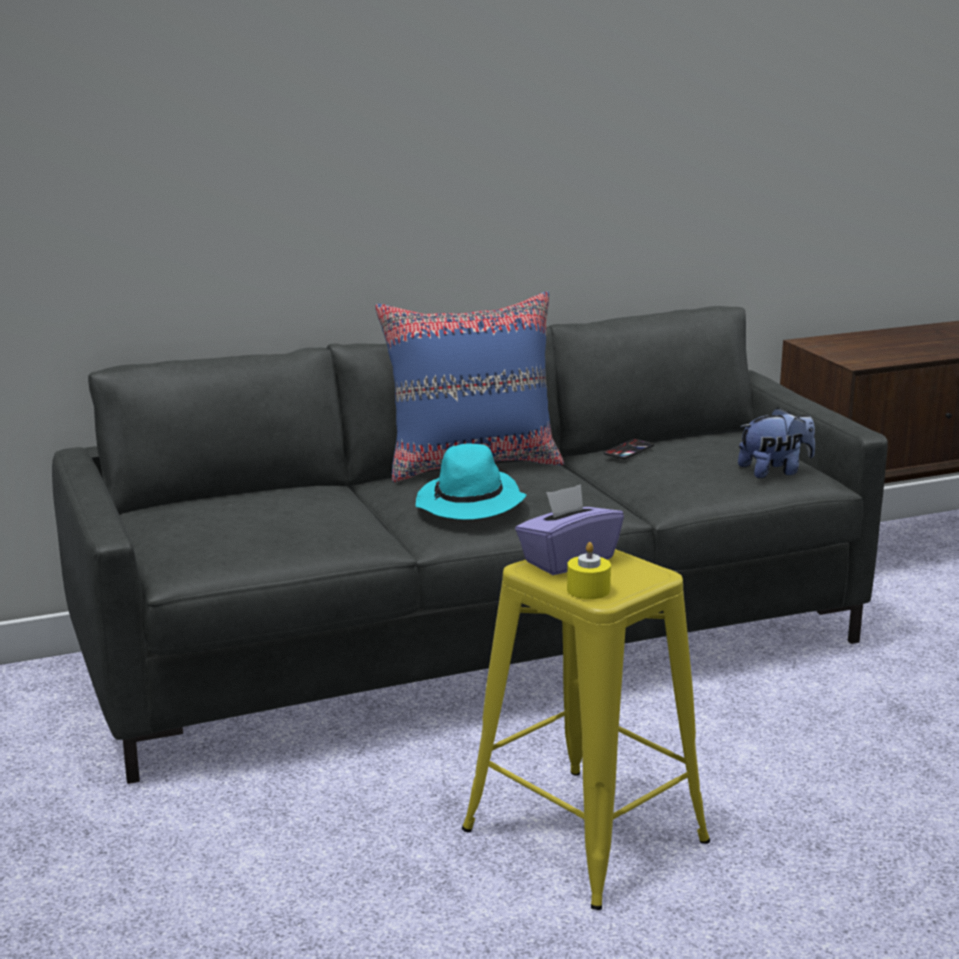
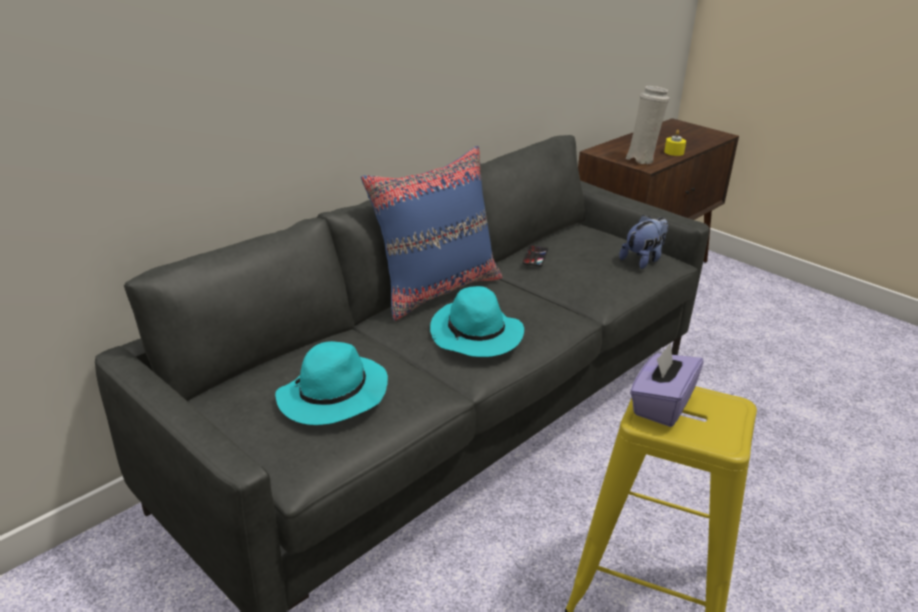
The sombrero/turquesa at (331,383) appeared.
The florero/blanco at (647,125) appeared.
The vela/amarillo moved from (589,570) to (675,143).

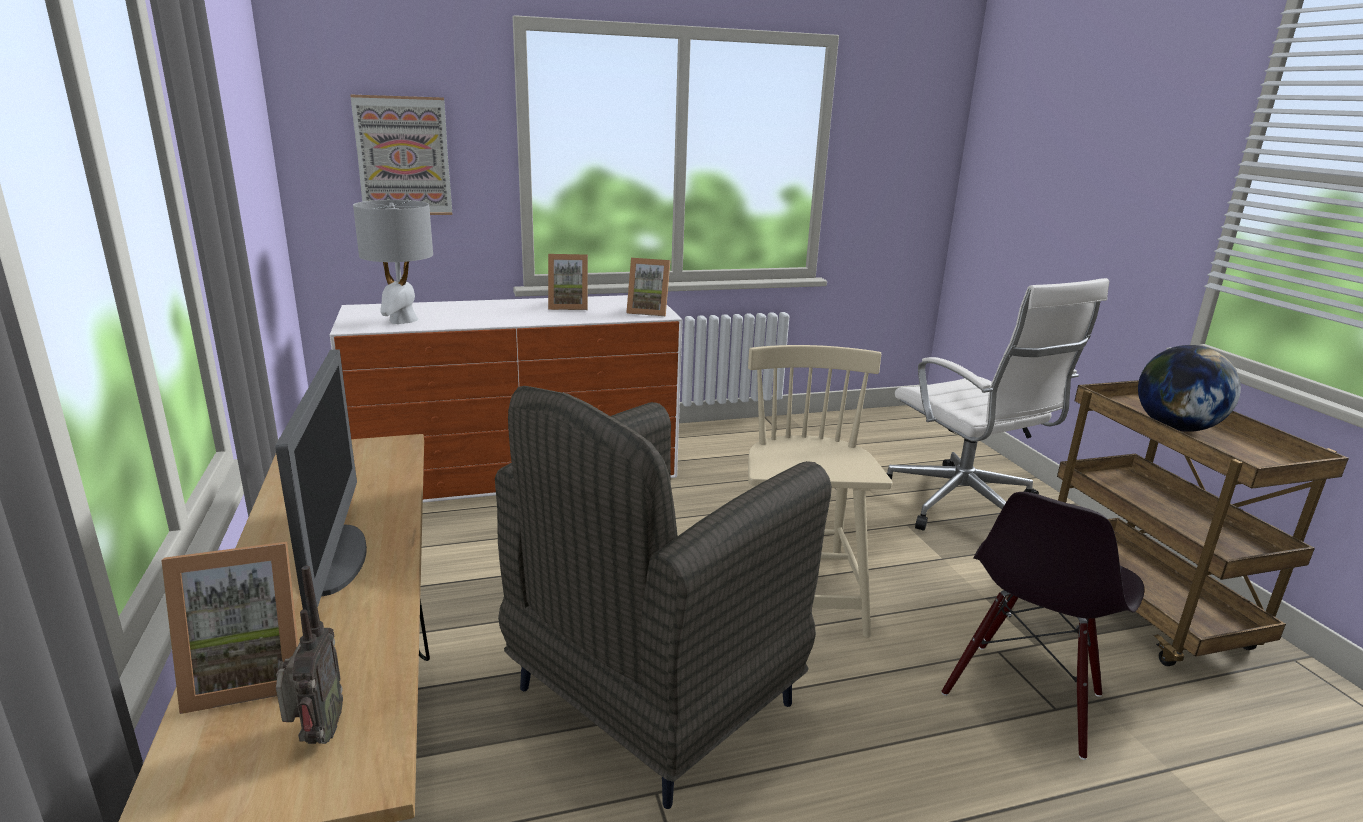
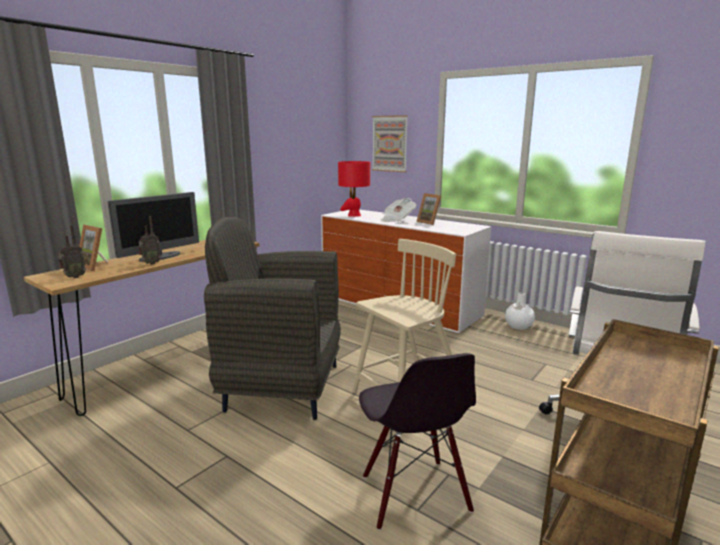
The portarretratos at (648,287) disappeared.
The globo terráqueo at (1189,388) disappeared.
The radio at (149,240) appeared.
The periódico at (398,210) appeared.
The florero/blanco at (520,311) appeared.
The lámpara de mesa/gris at (393,262) became the lámpara de mesa/rojo at (354,189).
The silla/negro at (1043,626) turned 105 degrees counterclockwise.

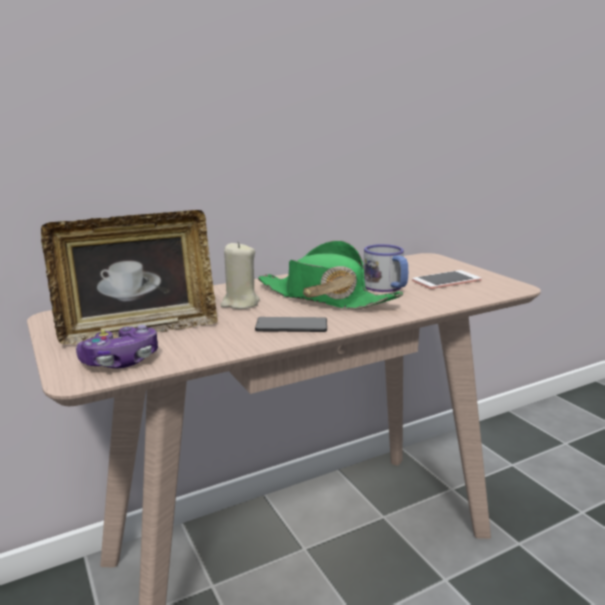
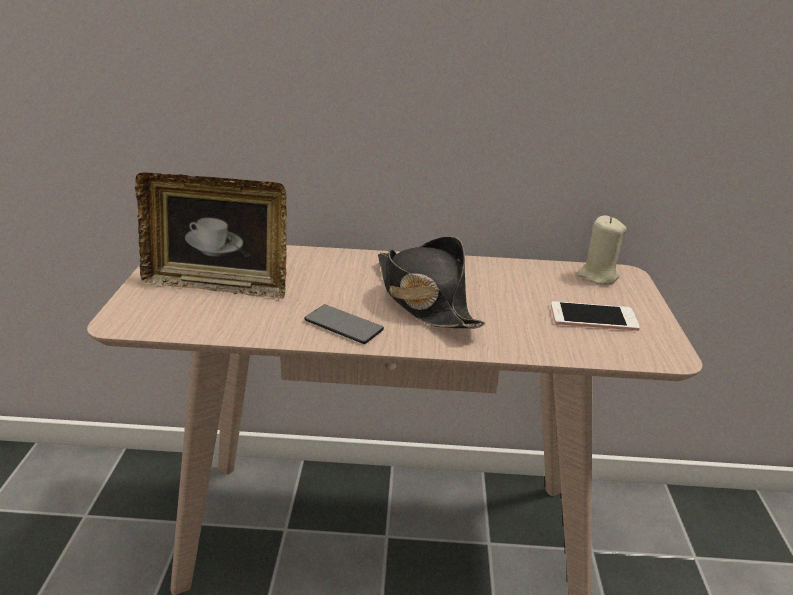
The mando de consola at (117,347) disappeared.
The taza grande at (385,268) disappeared.
The vela/beis moved from (240,275) to (602,250).
The sombrero/verde at (330,274) became the sombrero/negro at (431,282).

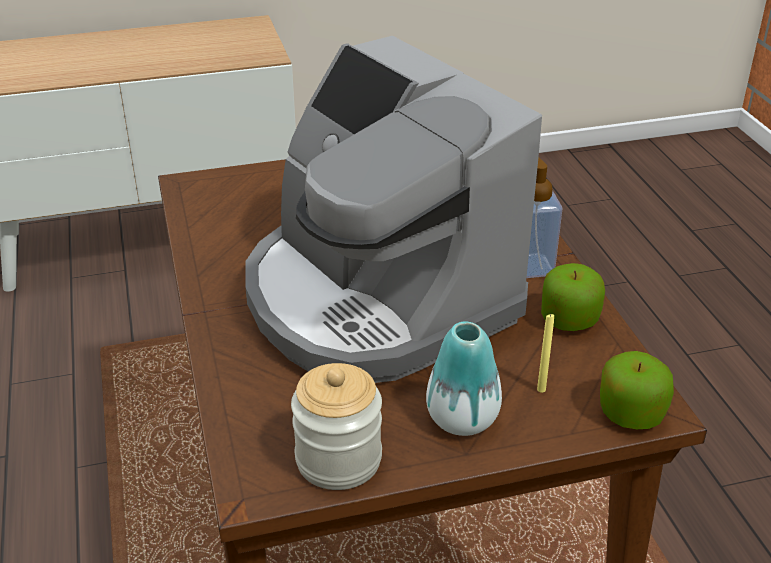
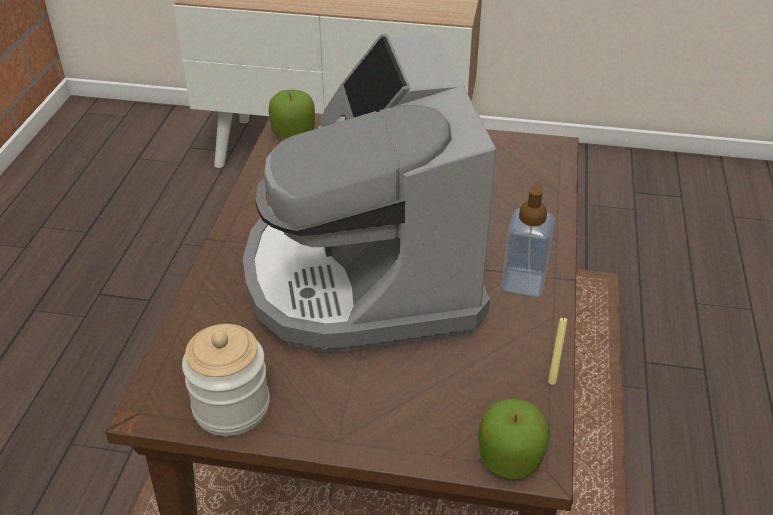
The florero at (464,378) disappeared.
The vela/amarillo moved from (545,353) to (557,351).
The manzana moved from (573,297) to (292,114).

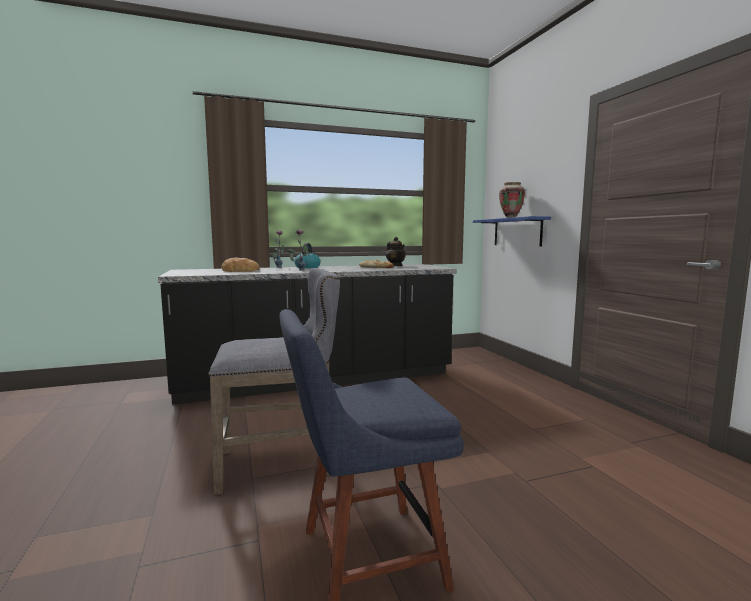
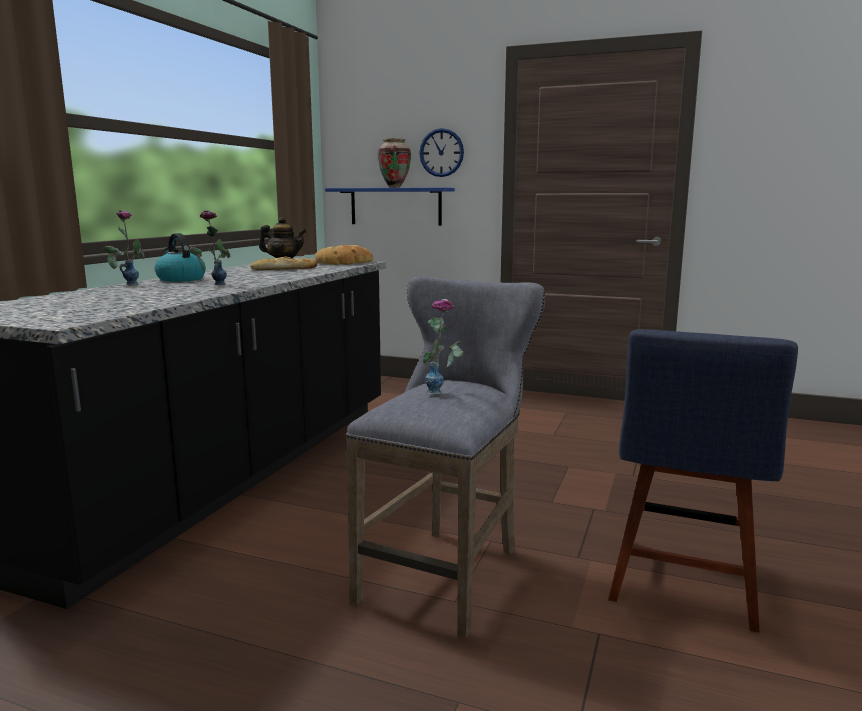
The reloj de pared at (441,152) appeared.
The florero at (443,347) appeared.
The pan moved from (240,265) to (343,255).

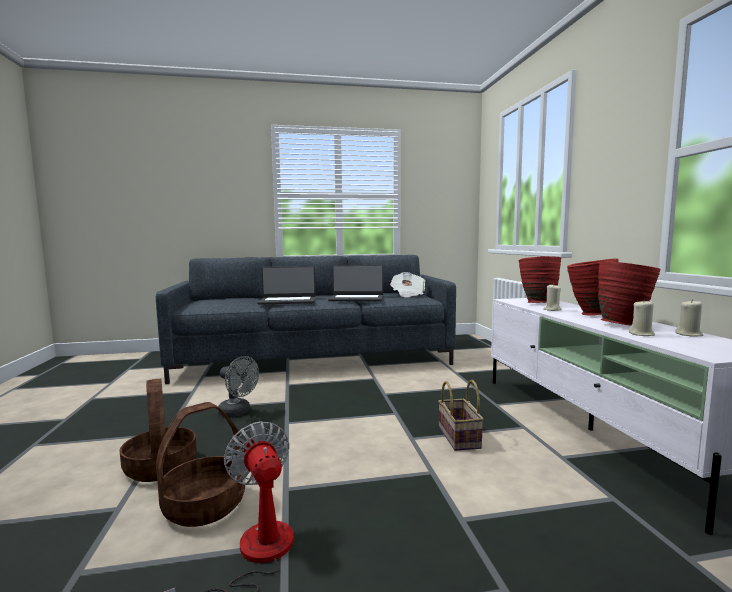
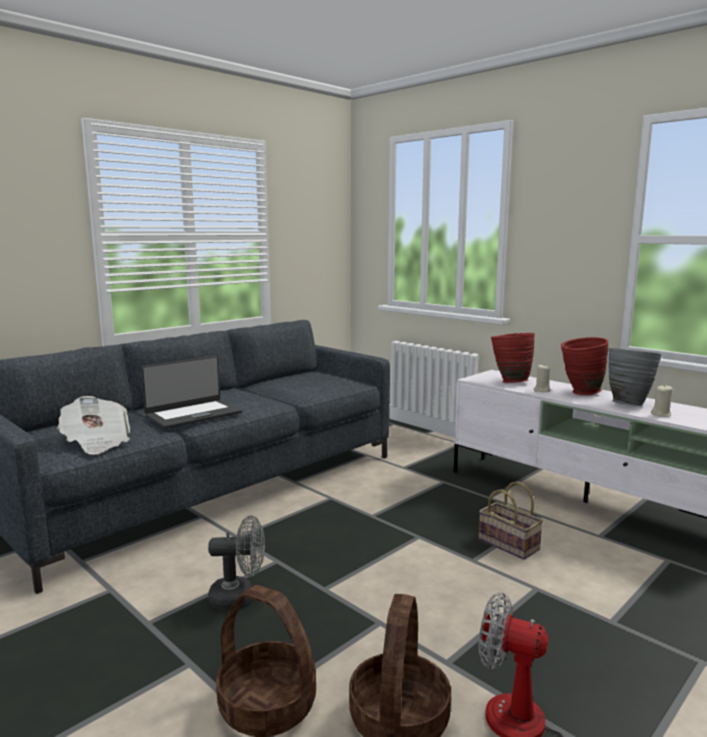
The portátil at (355,283) disappeared.
The vela/beis at (689,318) disappeared.
The periódico moved from (407,284) to (93,425).
The florero/rojo at (629,293) became the florero/gris at (635,376).

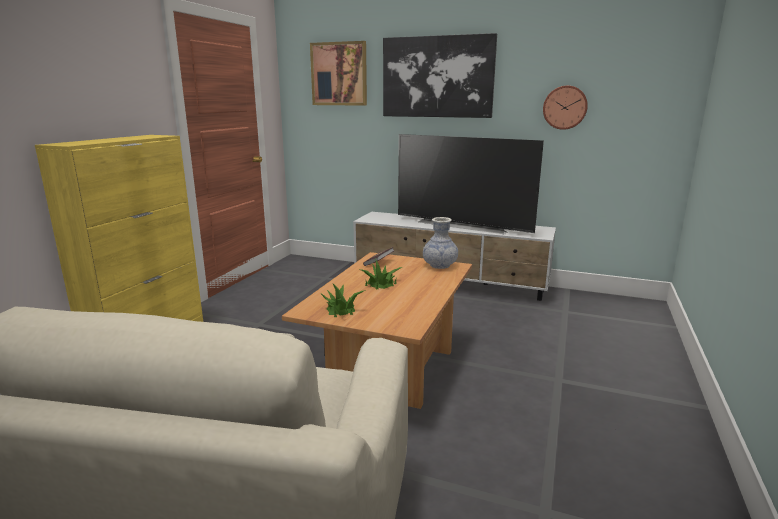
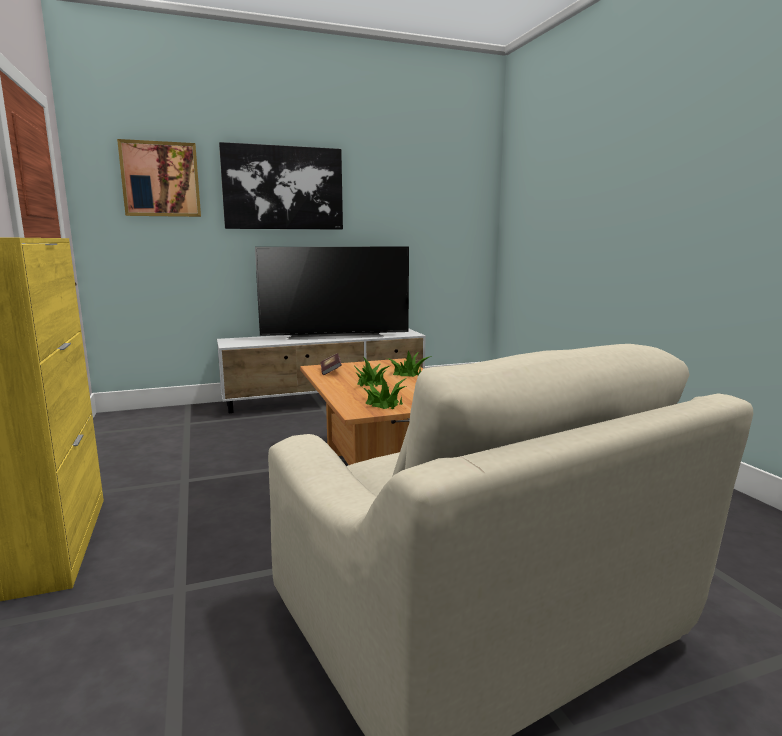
The florero at (440,243) disappeared.
The reloj de pared at (565,108) disappeared.
The planta en maceta at (409,363) appeared.

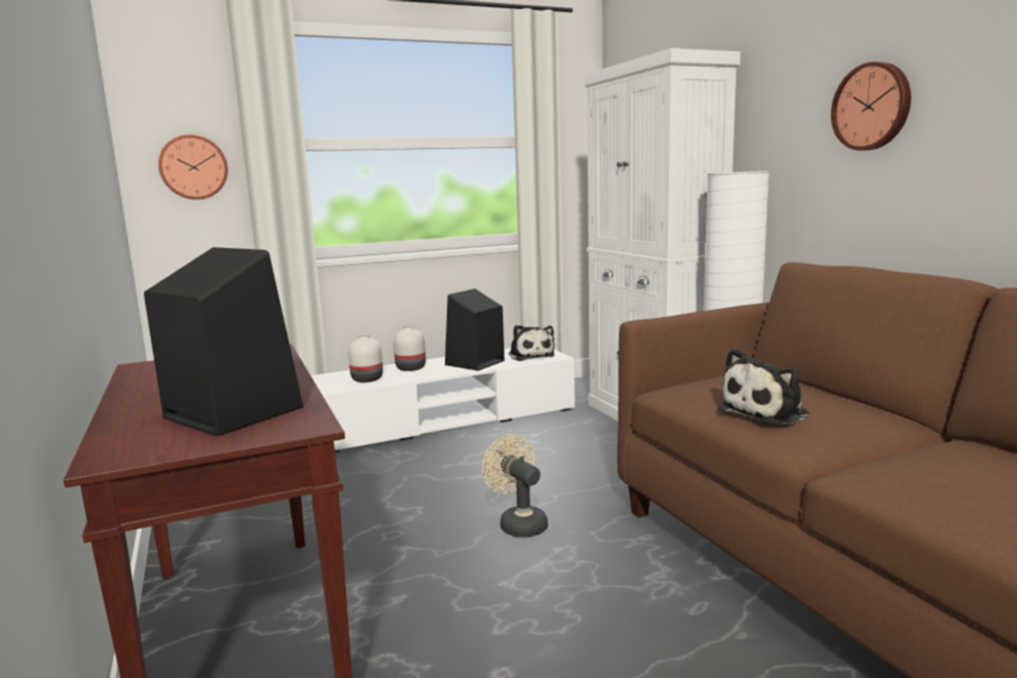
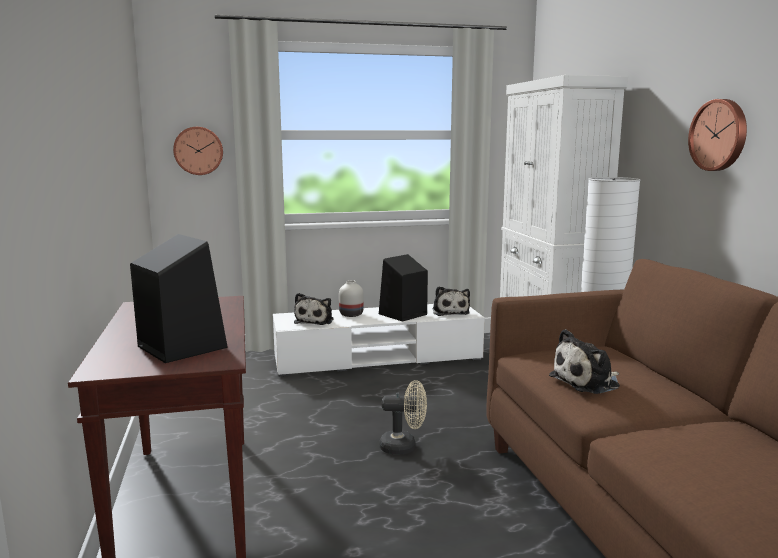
The florero/blanco at (365,358) was replaced by the peluche at (313,309).
The ventilador/beis at (515,486) turned 120 degrees clockwise.

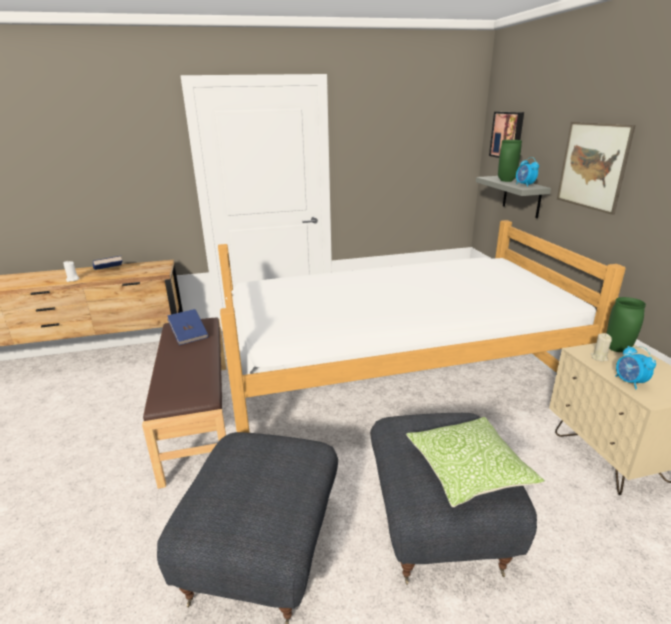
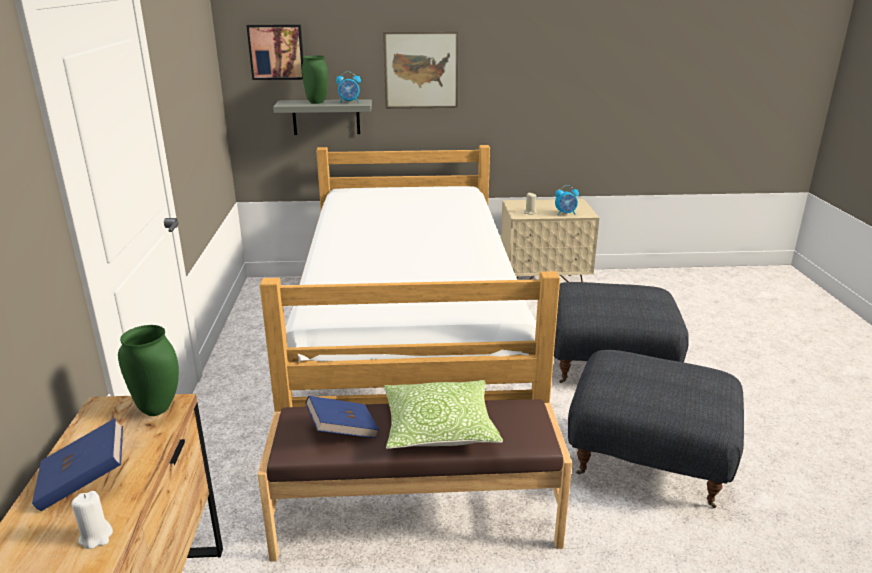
The cojín moved from (475,462) to (443,414).
The florero/verde moved from (626,324) to (148,370).

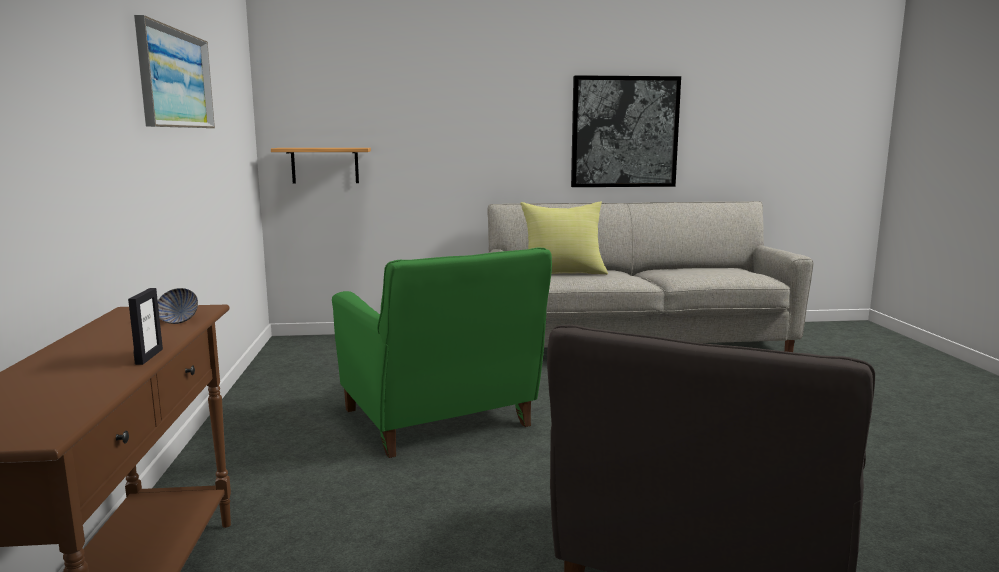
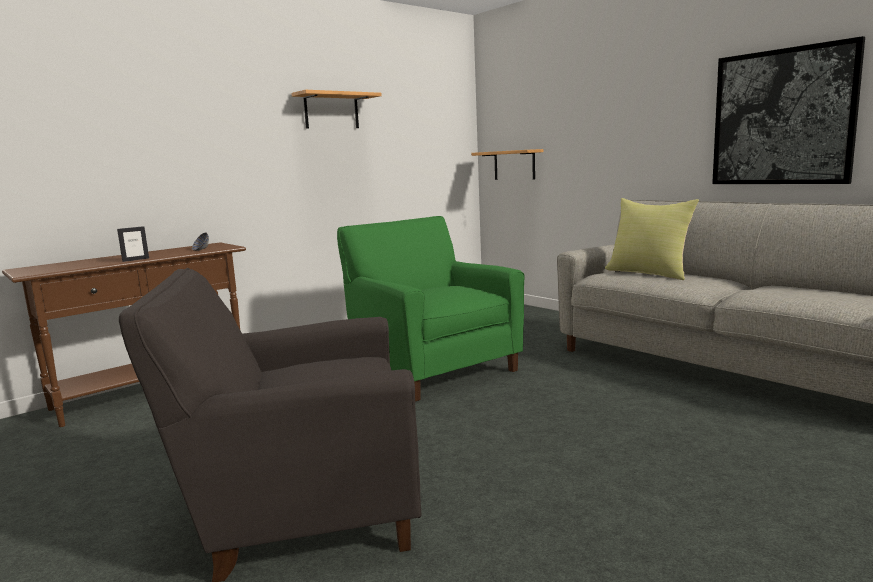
The cuadro at (174,71) was replaced by the estante at (336,109).
The sillón/verde at (442,353) turned 120 degrees clockwise.

